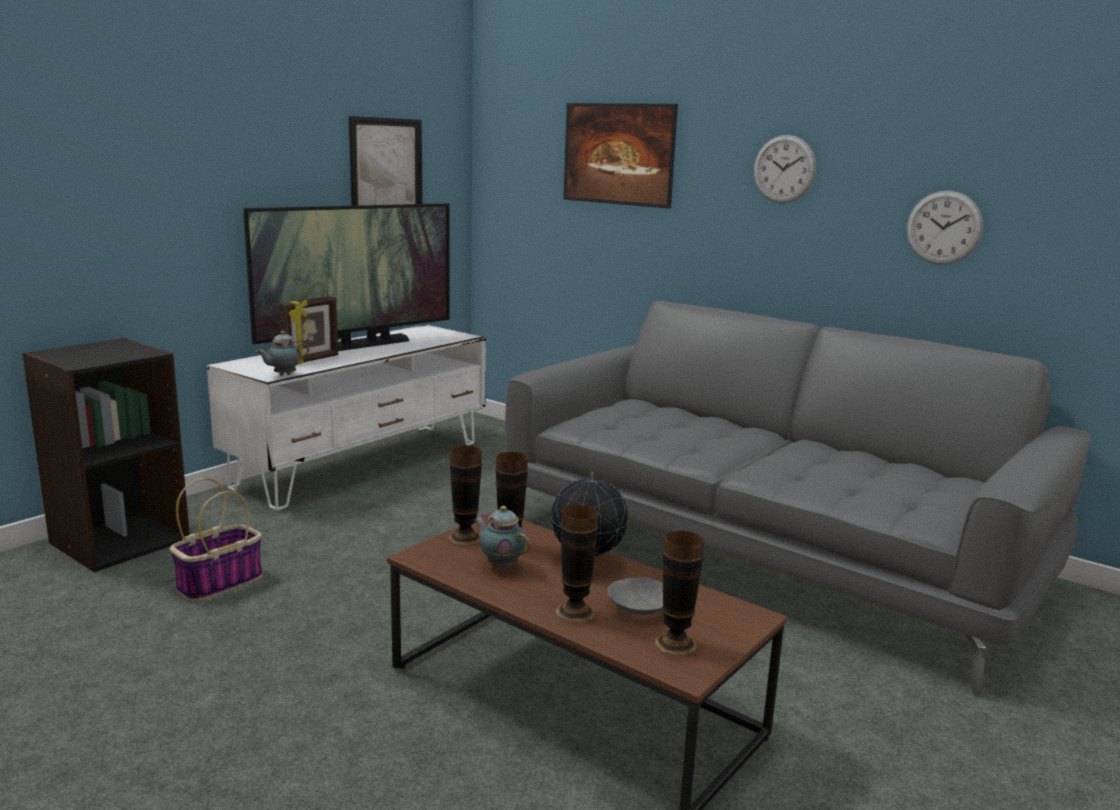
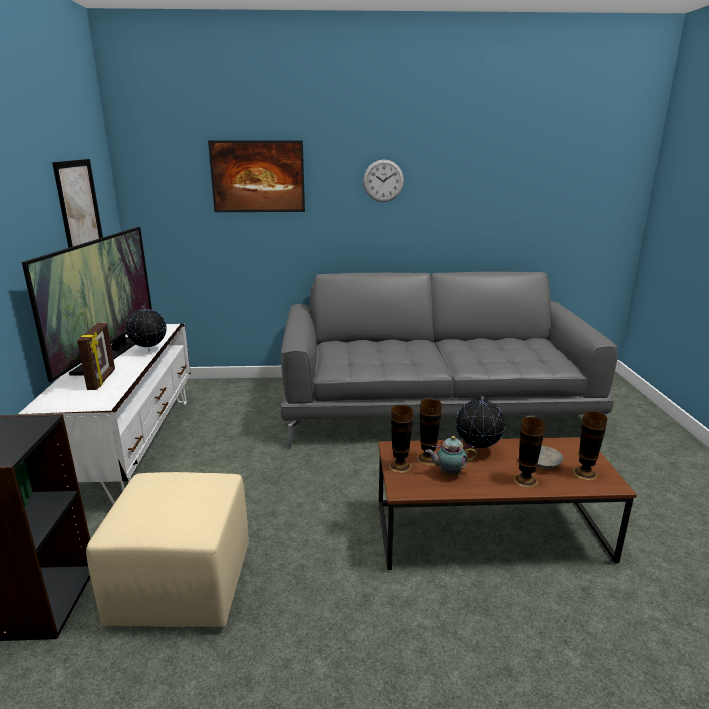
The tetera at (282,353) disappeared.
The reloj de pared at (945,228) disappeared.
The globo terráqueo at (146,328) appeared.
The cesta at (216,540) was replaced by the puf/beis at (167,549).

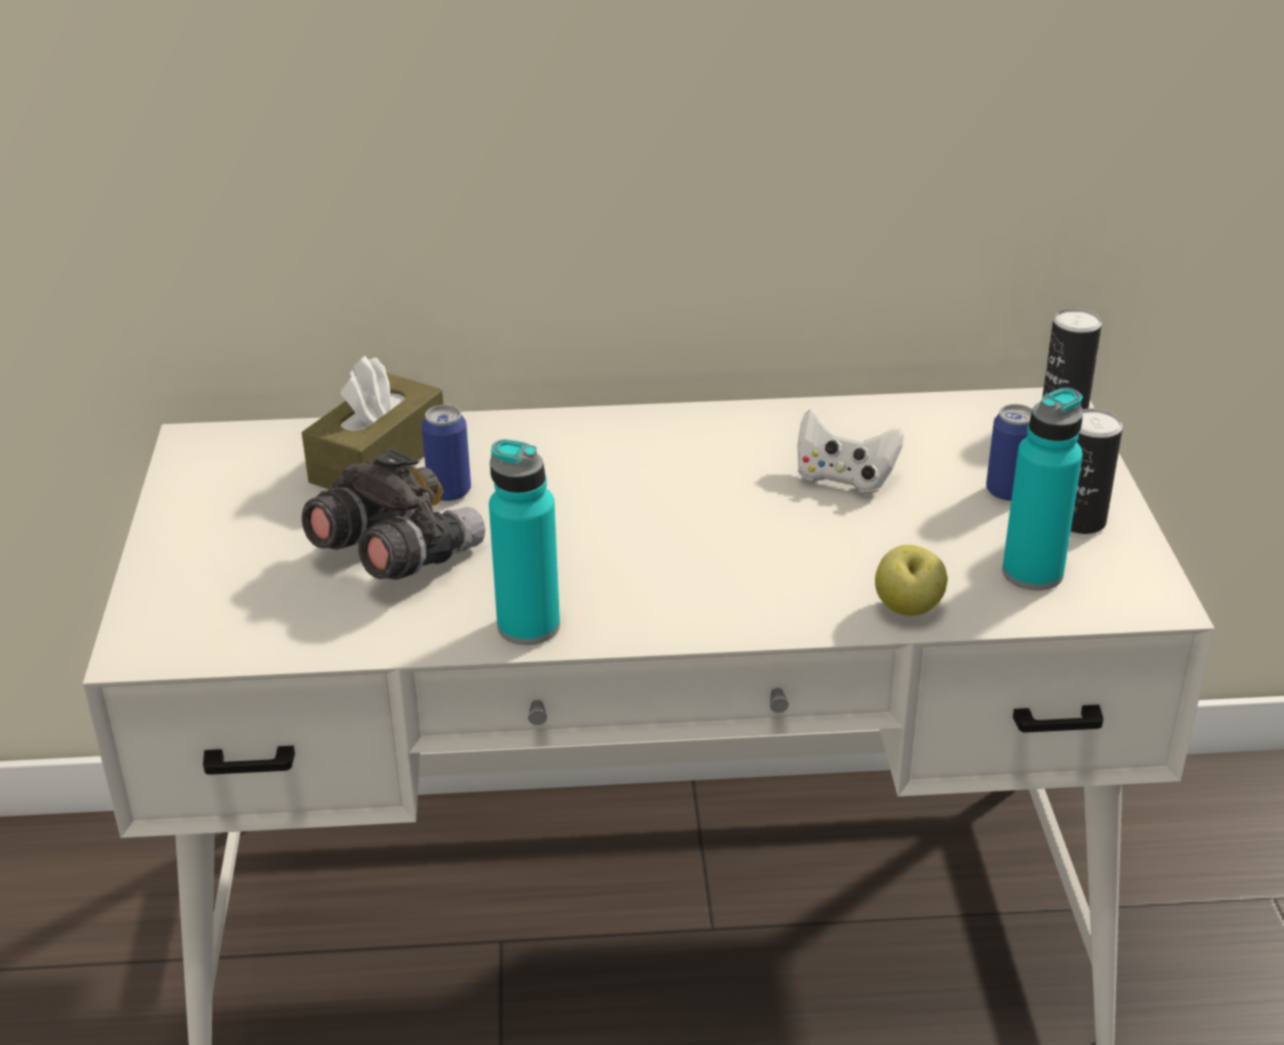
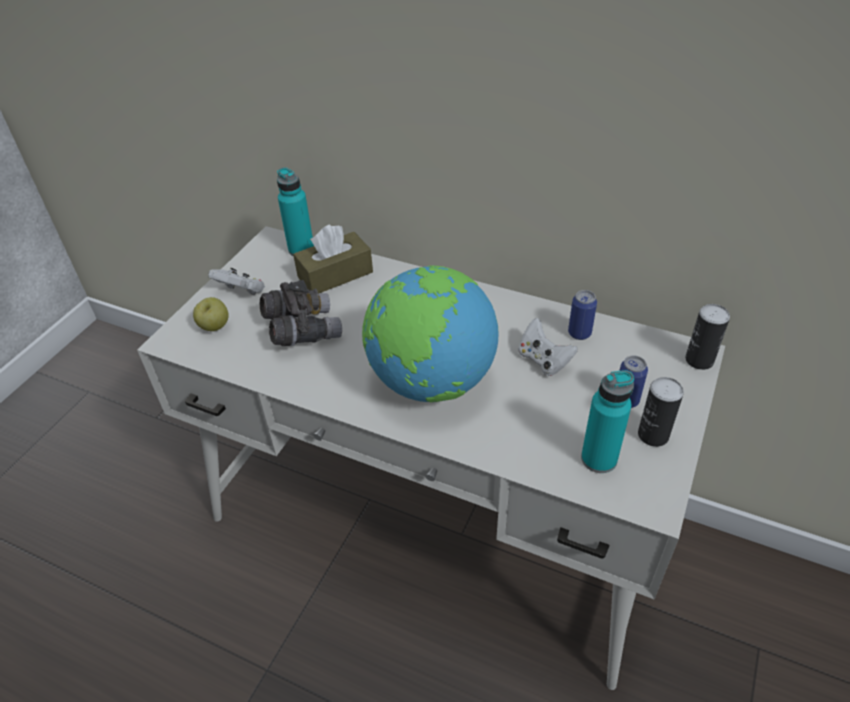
The mando de consola/blanco at (236,281) appeared.
The globo terráqueo at (430,334) appeared.
The lata moved from (446,453) to (582,315).
The botella/turquesa moved from (524,542) to (295,211).
The manzana moved from (911,580) to (211,314).

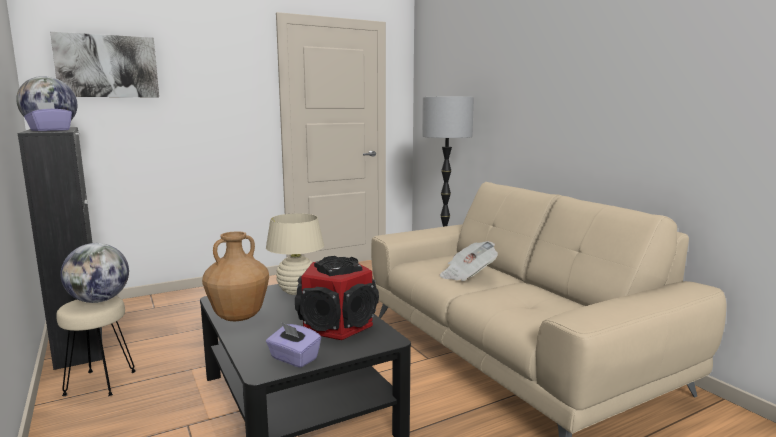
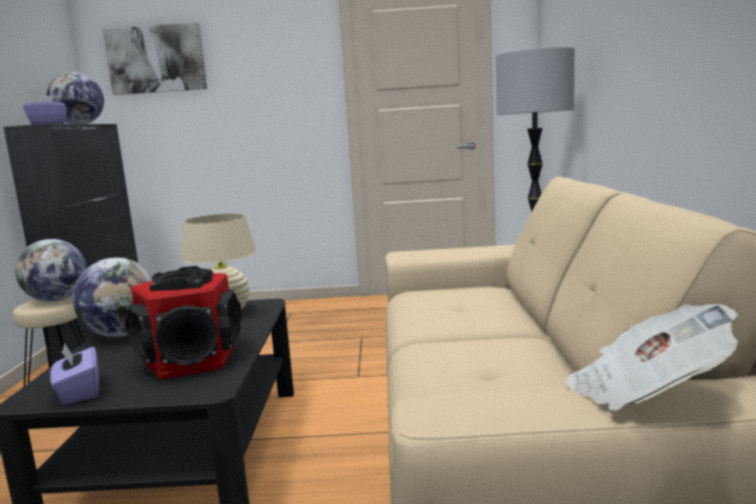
The periódico moved from (469,261) to (651,357).
The florero/marrón at (235,276) was replaced by the globo terráqueo at (112,297).

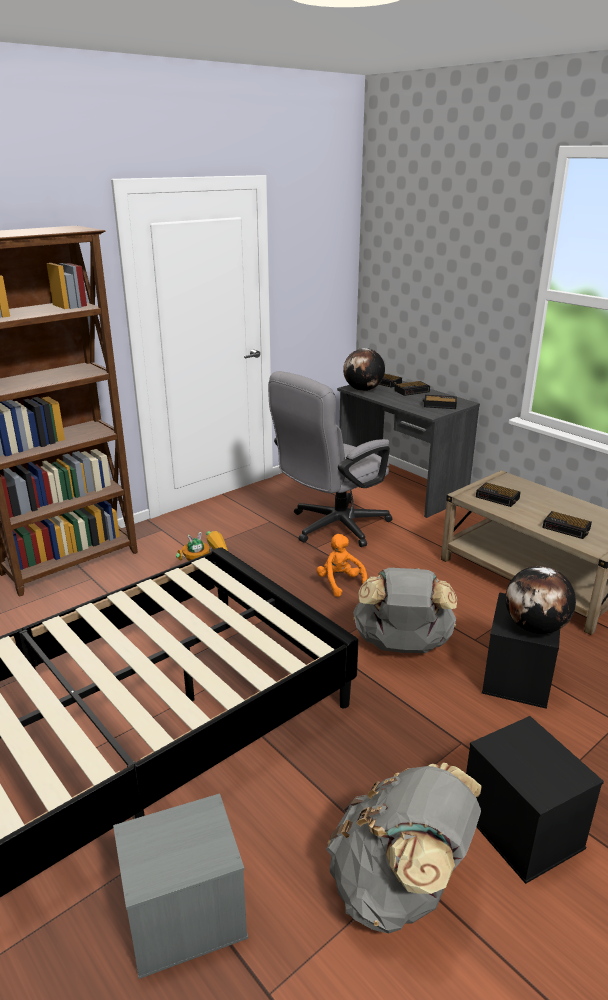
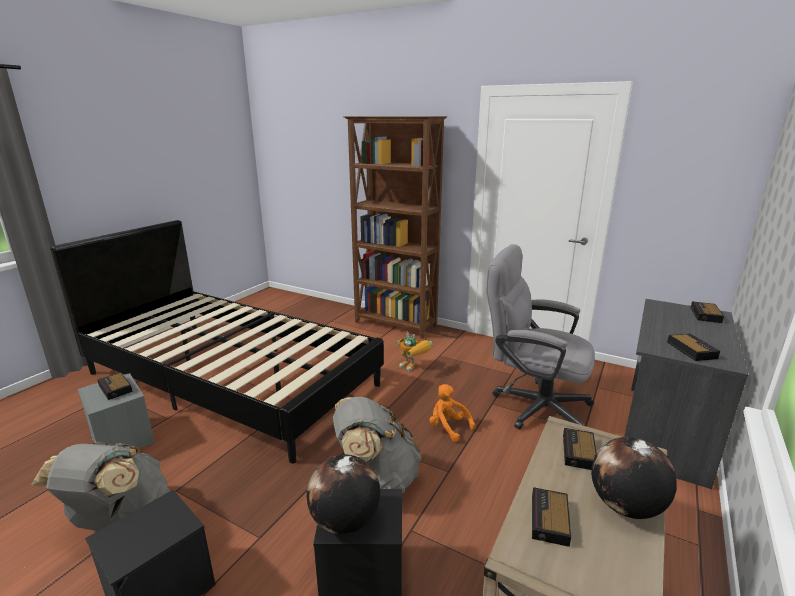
The globo terráqueo moved from (364,369) to (634,478).
The despertador moved from (412,388) to (115,386).
The peluche/naranja at (342,565) turned 90 degrees counterclockwise.

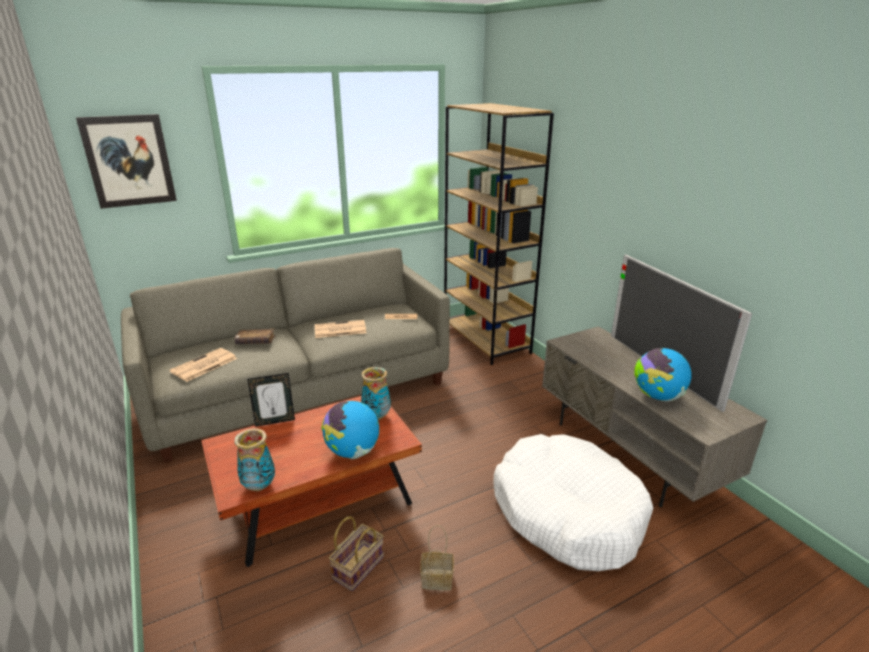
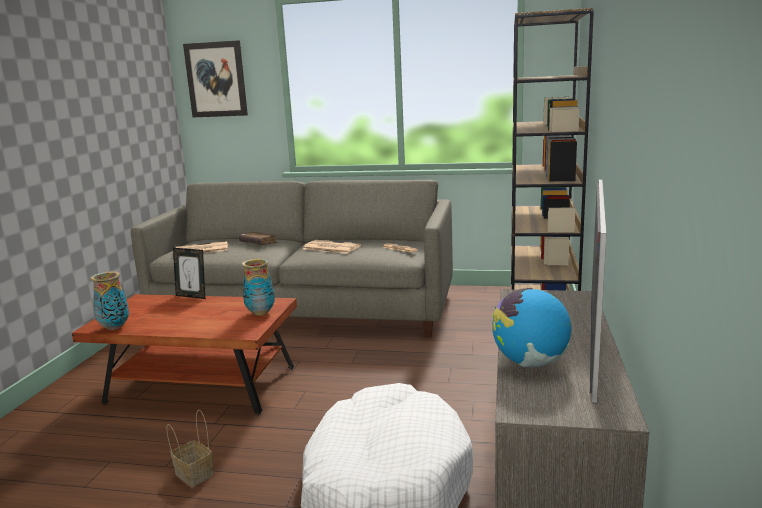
The globo terráqueo at (350,430) disappeared.
The cesta at (356,553) disappeared.

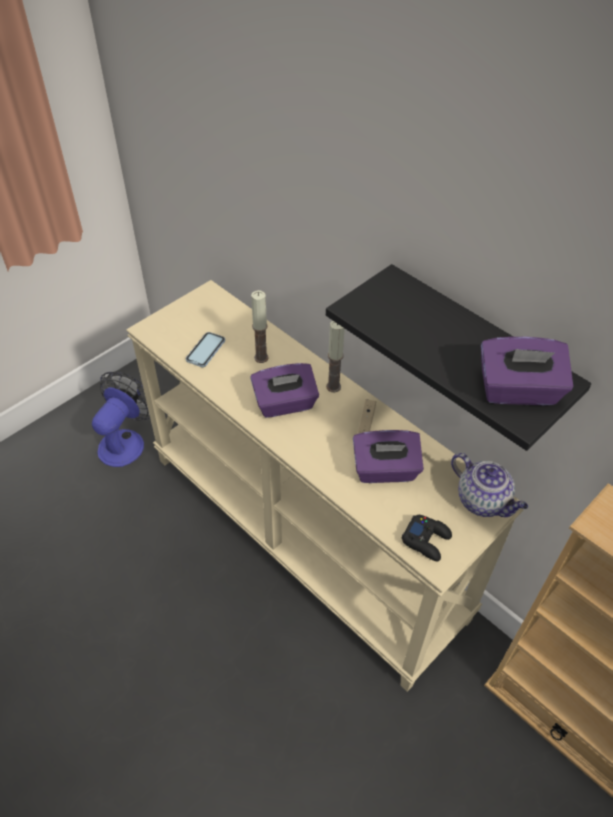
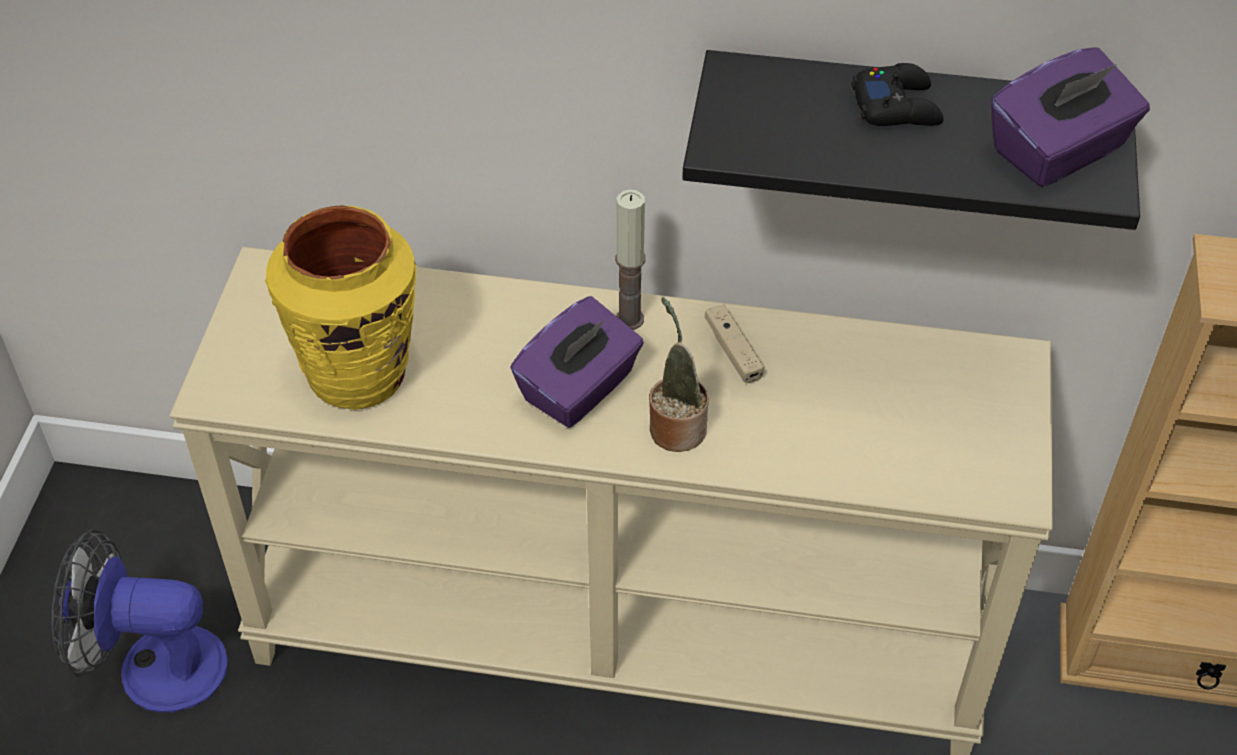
The vela at (260,326) disappeared.
The caja de pañuelos/morado at (388,456) disappeared.
The tetera at (489,485) disappeared.
The planta en maceta at (679,374) appeared.
The mando de consola/negro moved from (426,538) to (898,94).
The móvil at (205,349) was replaced by the florero/amarillo at (340,307).
The ventilador at (121,419) turned 75 degrees counterclockwise.

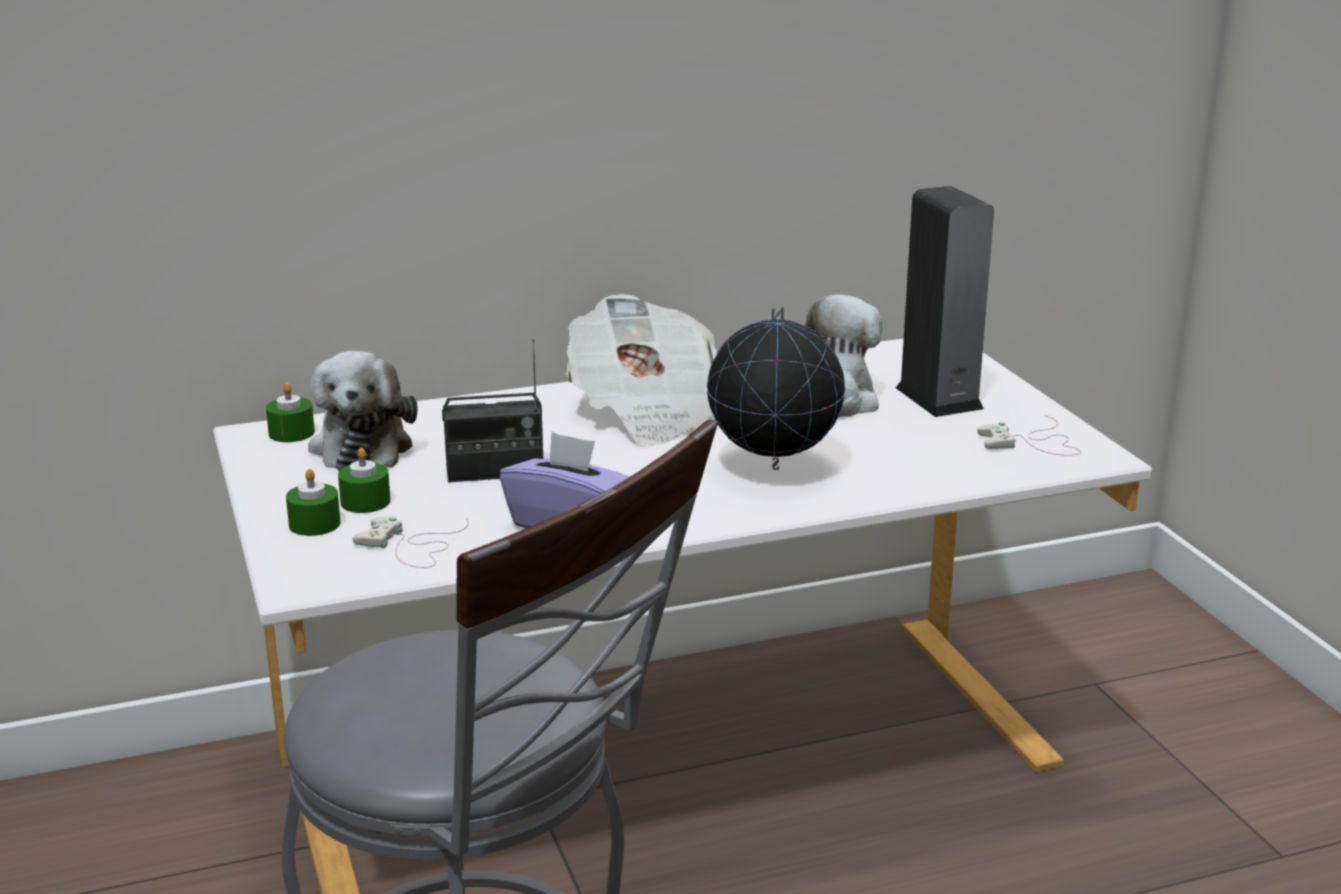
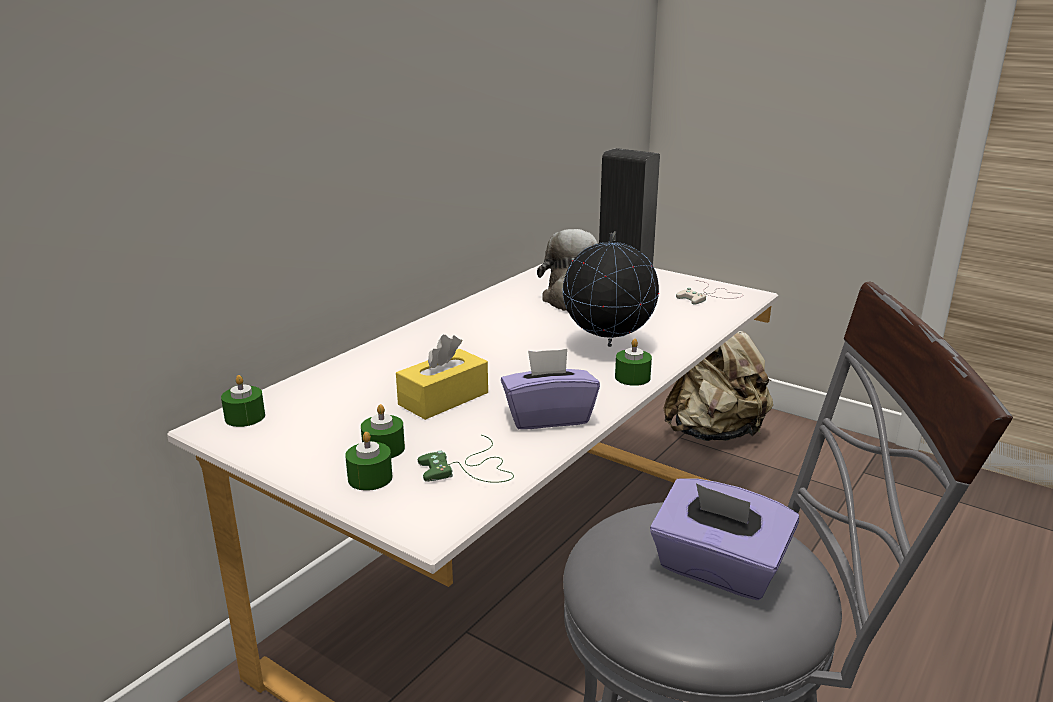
The peluche at (363,411) disappeared.
The periódico at (641,370) disappeared.
The vela/verde at (633,362) appeared.
The caja de pañuelos/morado at (724,539) appeared.
The mochila/beis at (718,386) appeared.
The radio at (492,410) was replaced by the caja de pañuelos/amarillo at (442,377).
The mando de consola/blanco at (411,542) became the mando de consola/verde at (466,459).

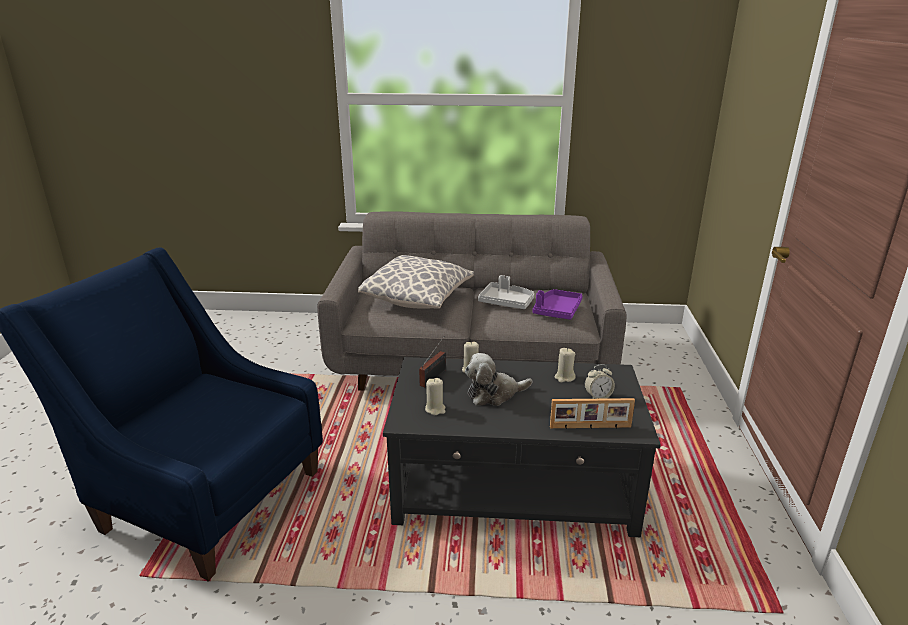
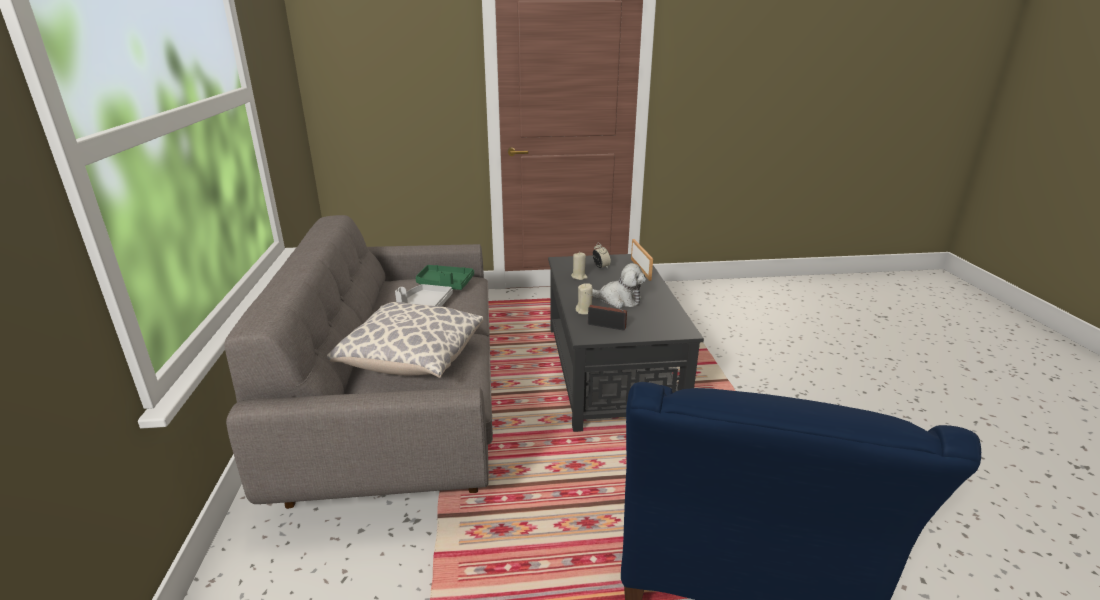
The vela/beis at (435,396) disappeared.
The bandeja/morado at (557,304) became the bandeja/verde at (444,277).
The peluche at (498,379) turned 45 degrees counterclockwise.

